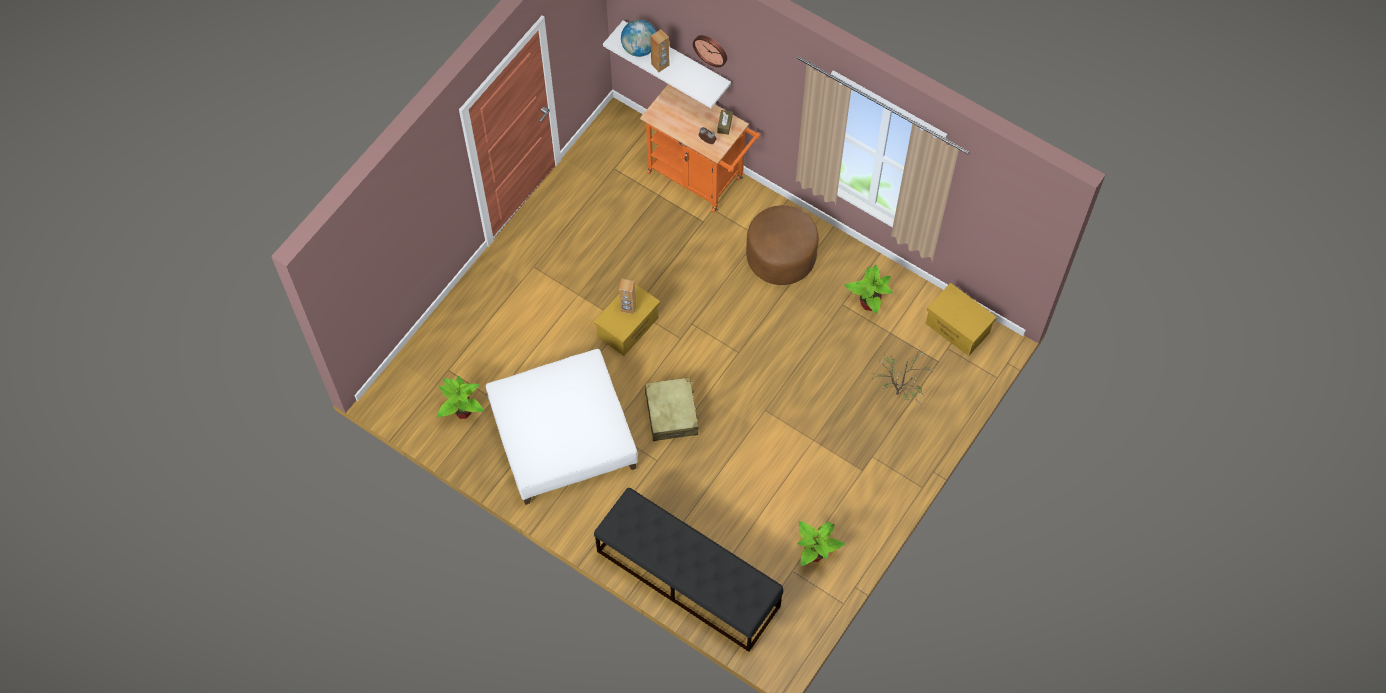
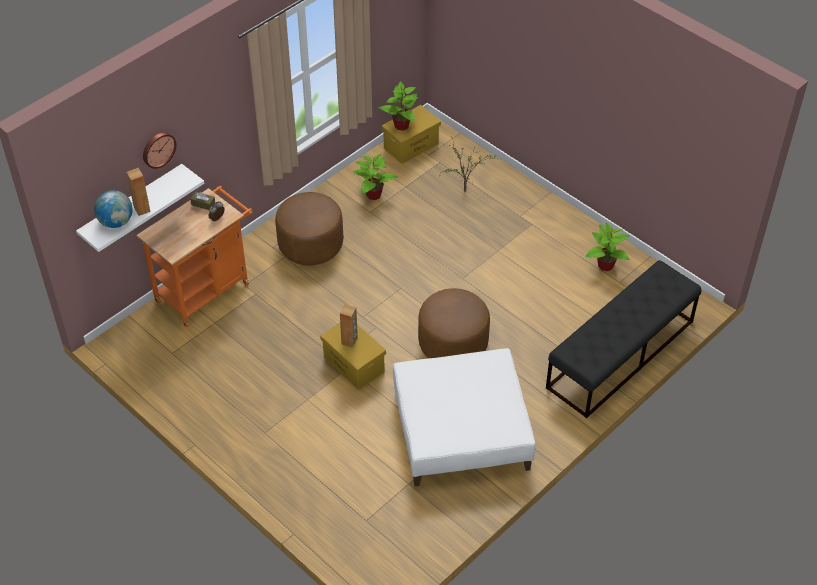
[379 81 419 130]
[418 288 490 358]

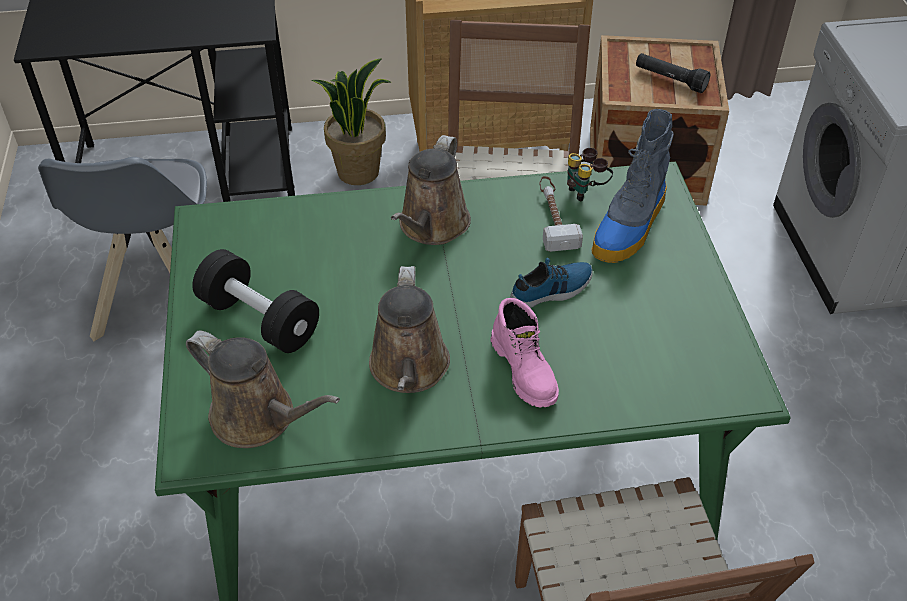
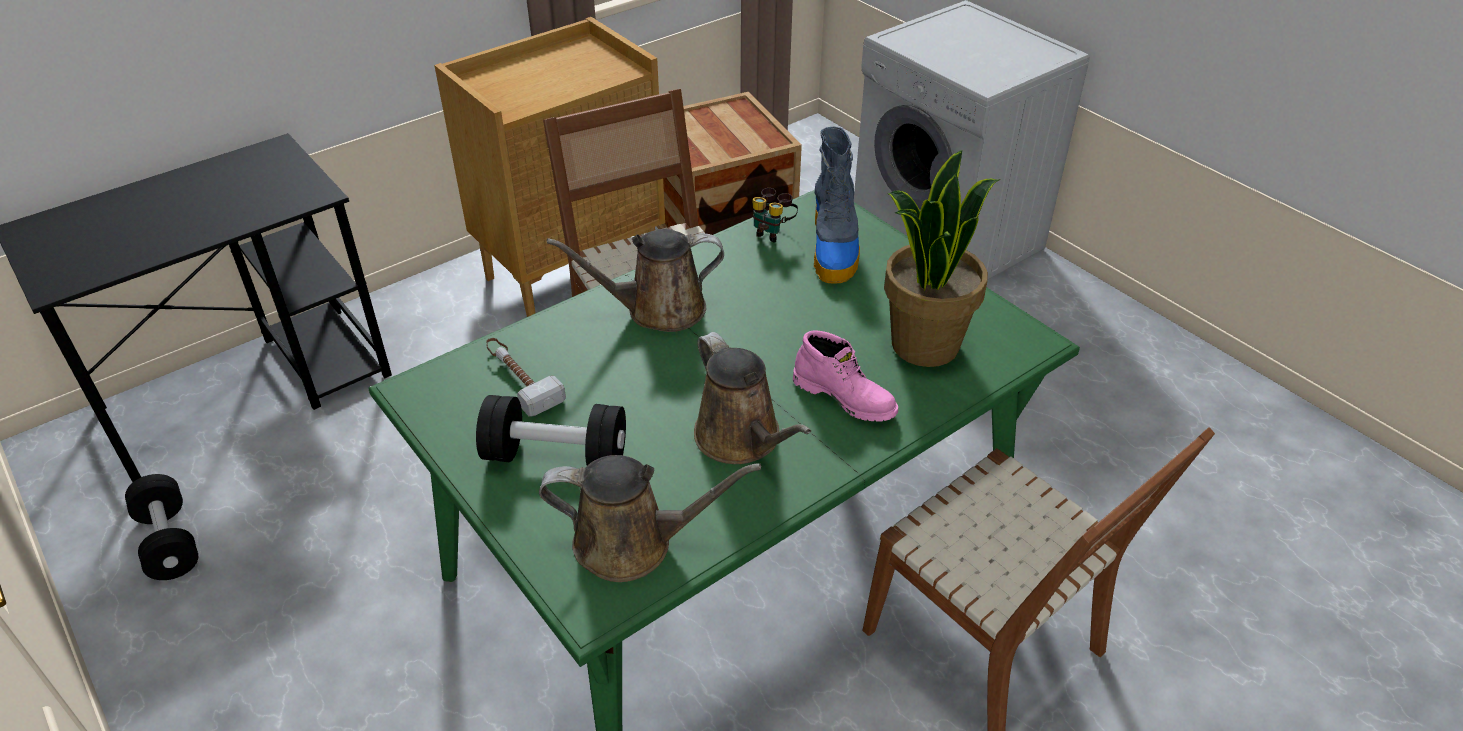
[125 474 198 580]
[487 338 566 417]
[547 229 724 332]
[884 150 1000 367]
[38 157 207 341] (first image)
[510 258 593 308] (first image)
[636 53 710 93] (first image)

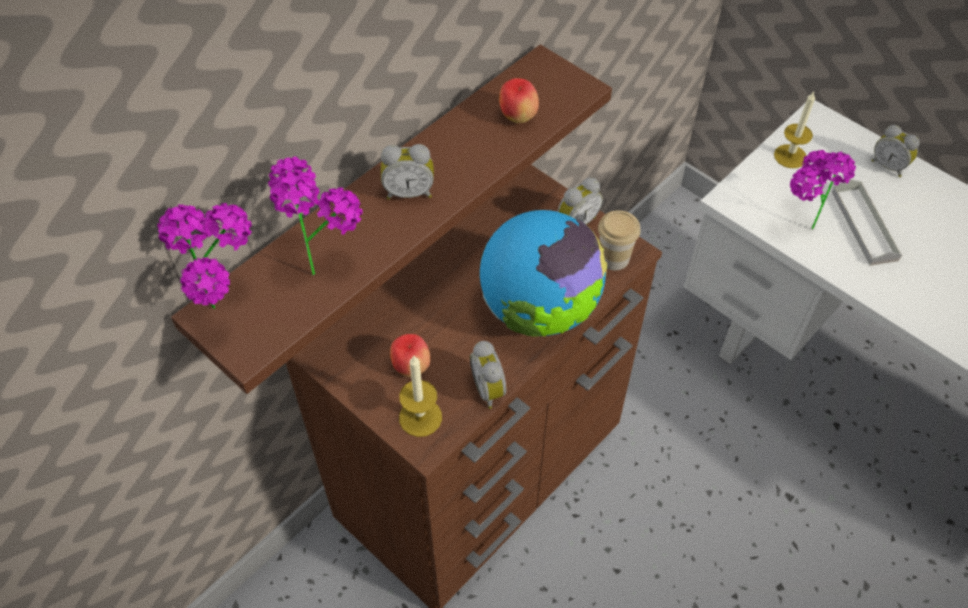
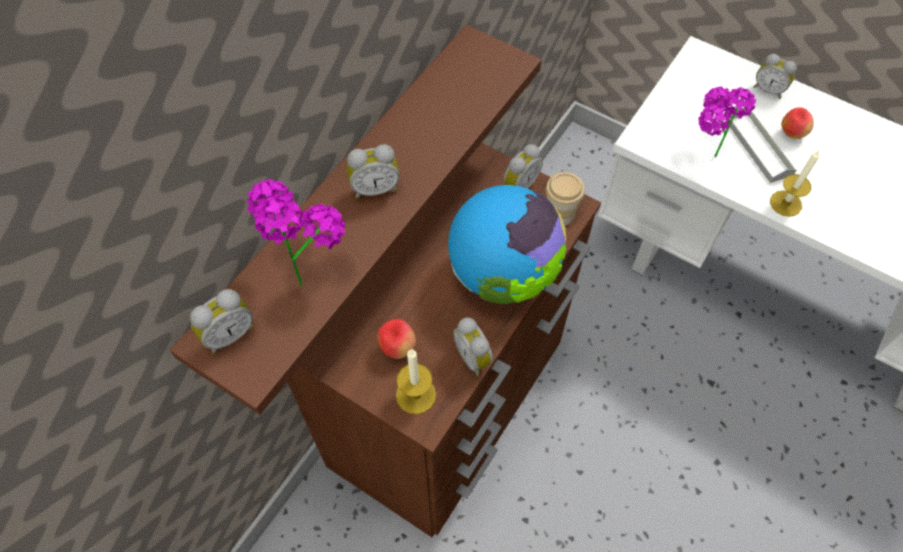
[190 289 254 354]
[770 149 820 217]
[781 107 814 139]

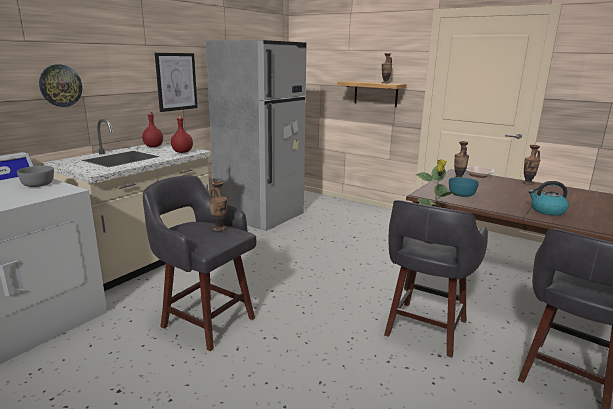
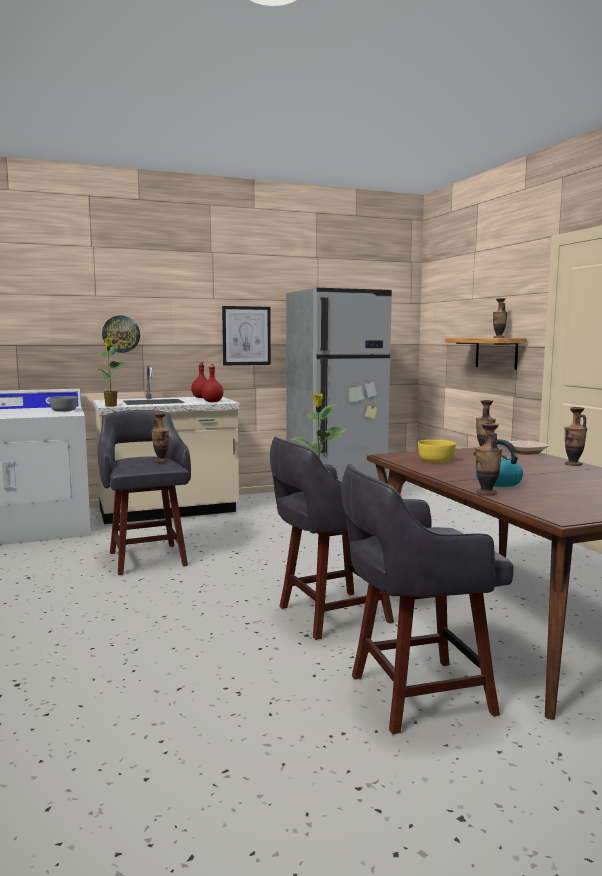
[94 338 125 407]
[418 440 456 463]
[475 423 502 496]

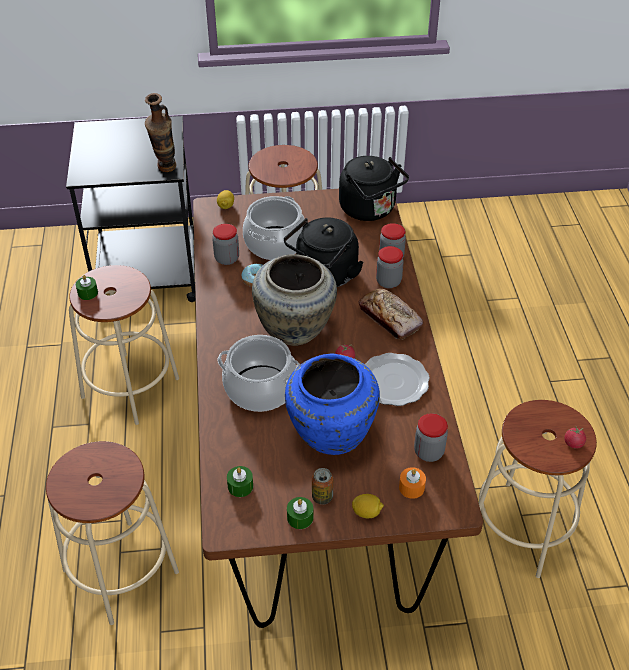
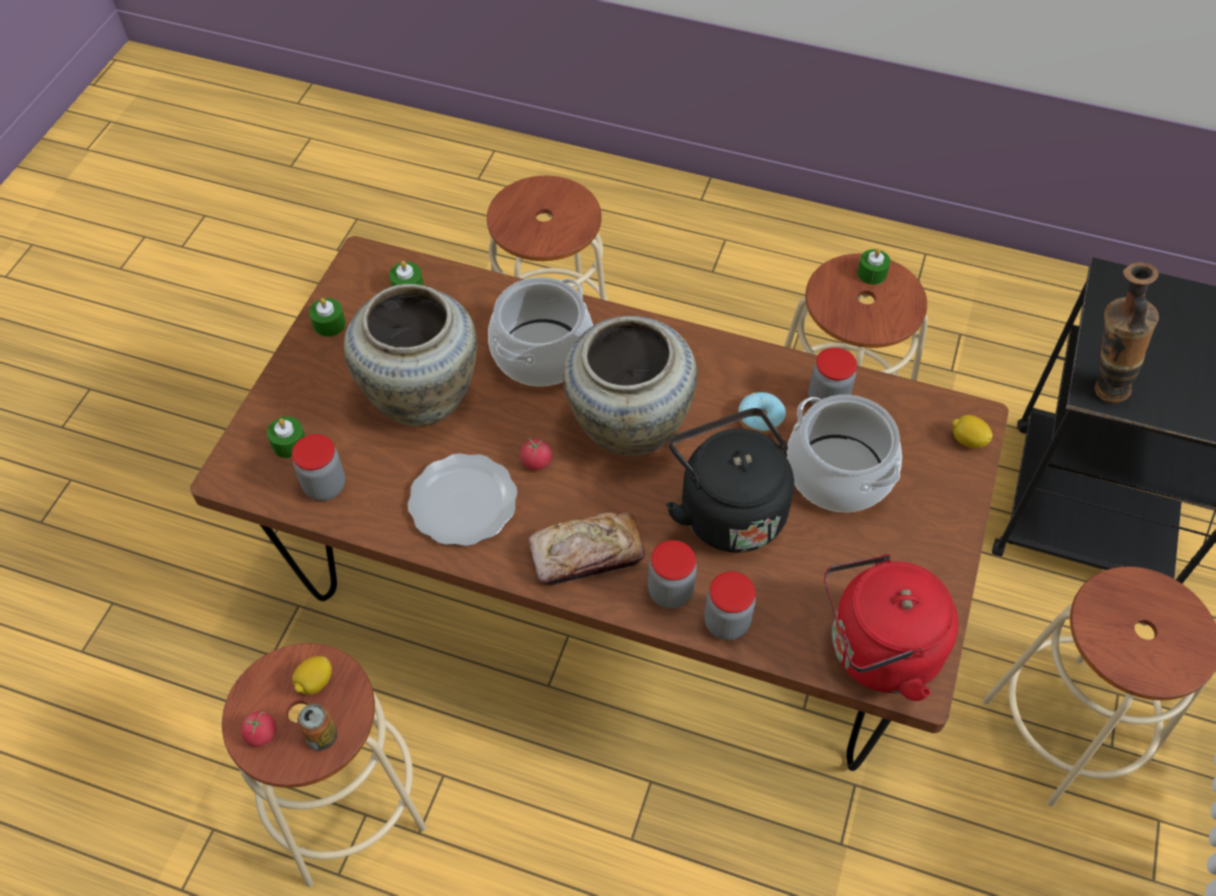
[267 416 305 458]
[292 656 332 695]
[297 704 337 751]
[344 284 477 426]
[824 554 958 701]

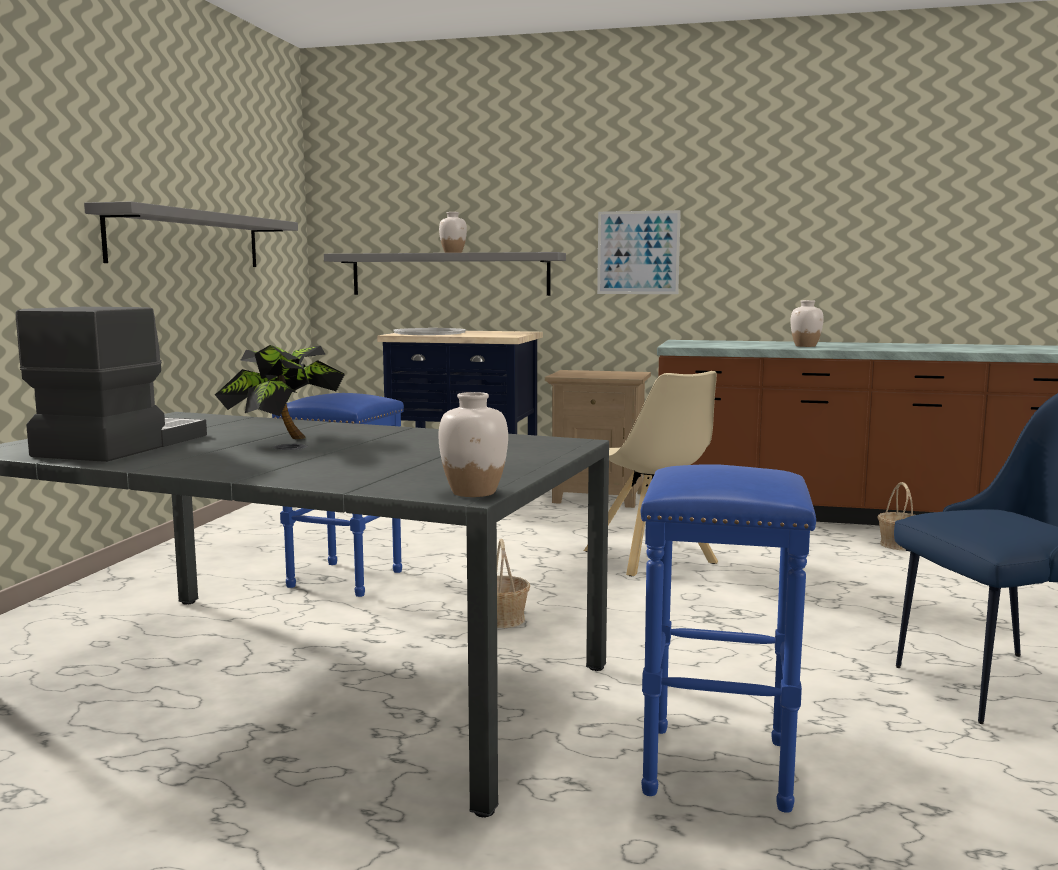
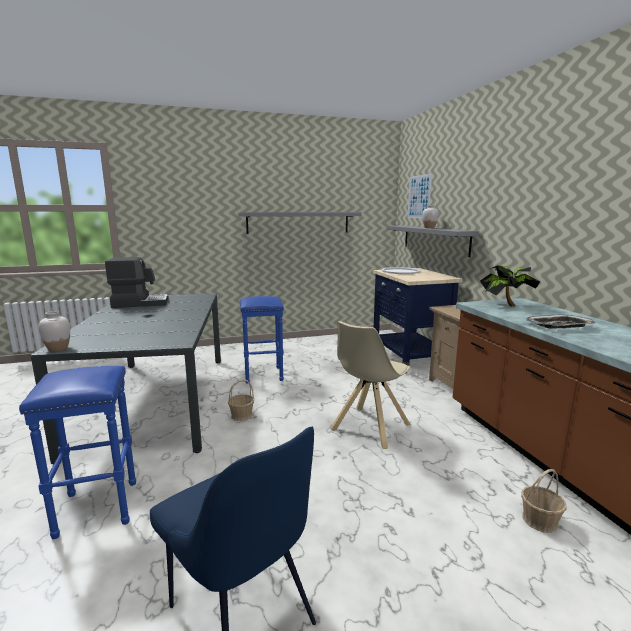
[408 174 432 218]
[480 265 540 307]
[526 315 596 329]

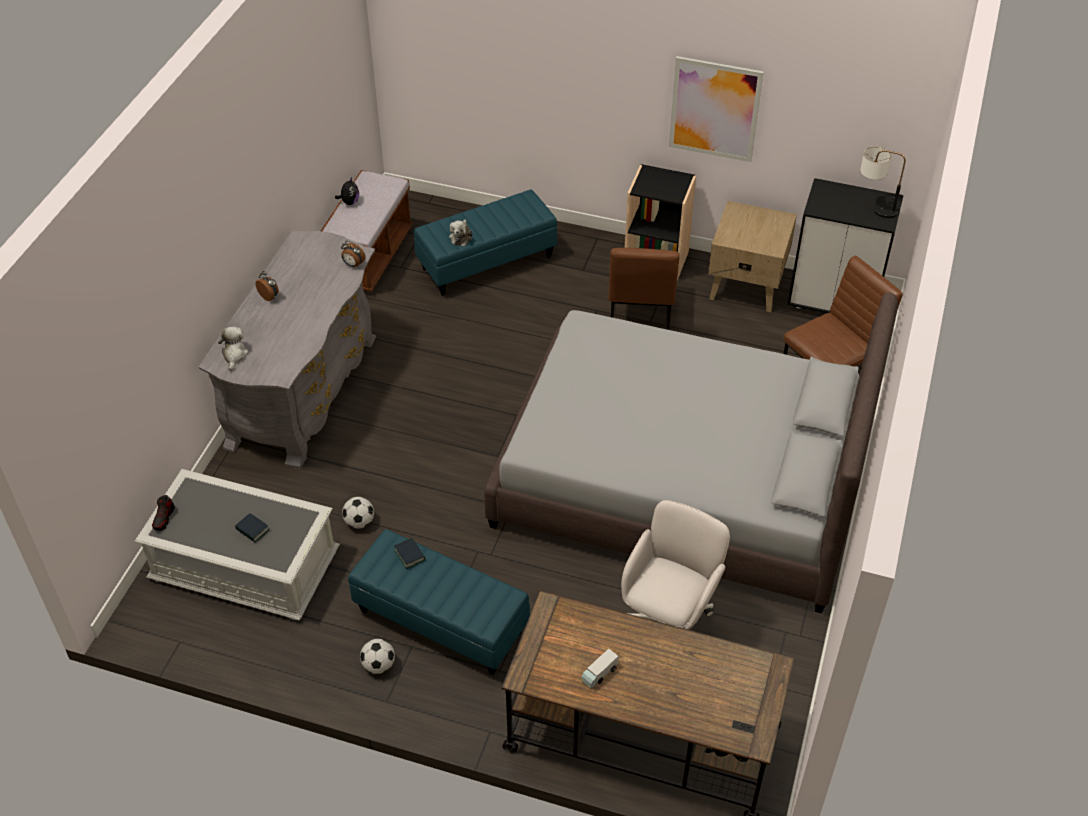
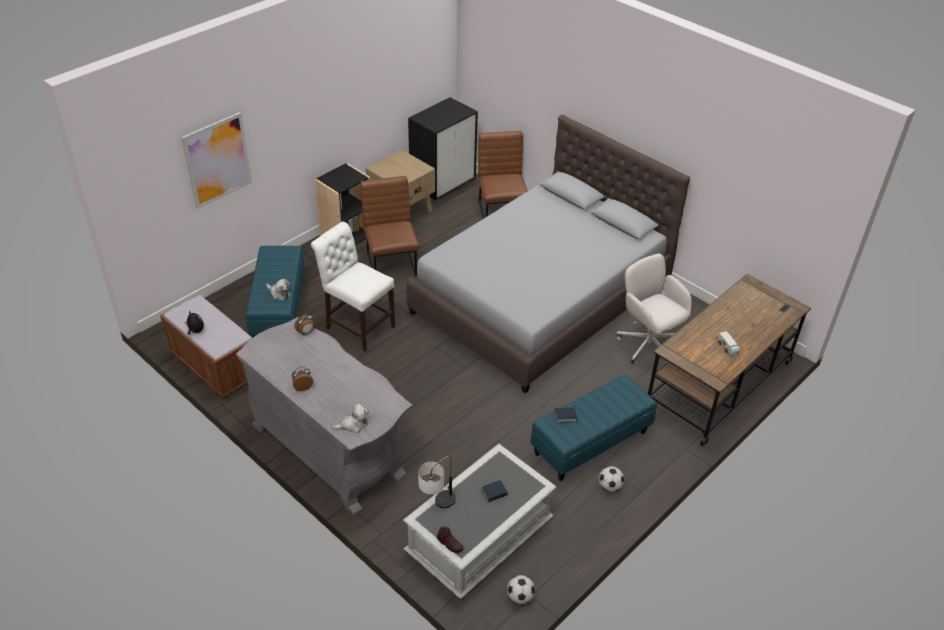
[181 112 252 209]
[311 222 395 351]
[332 403 369 433]
[360 176 419 277]
[418 456 456 508]
[507 575 535 604]

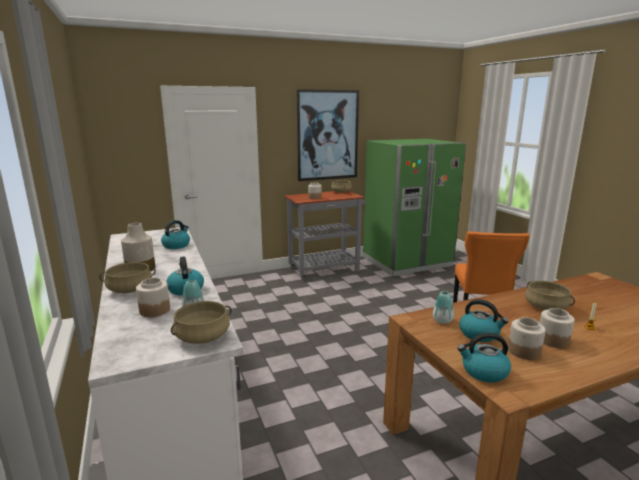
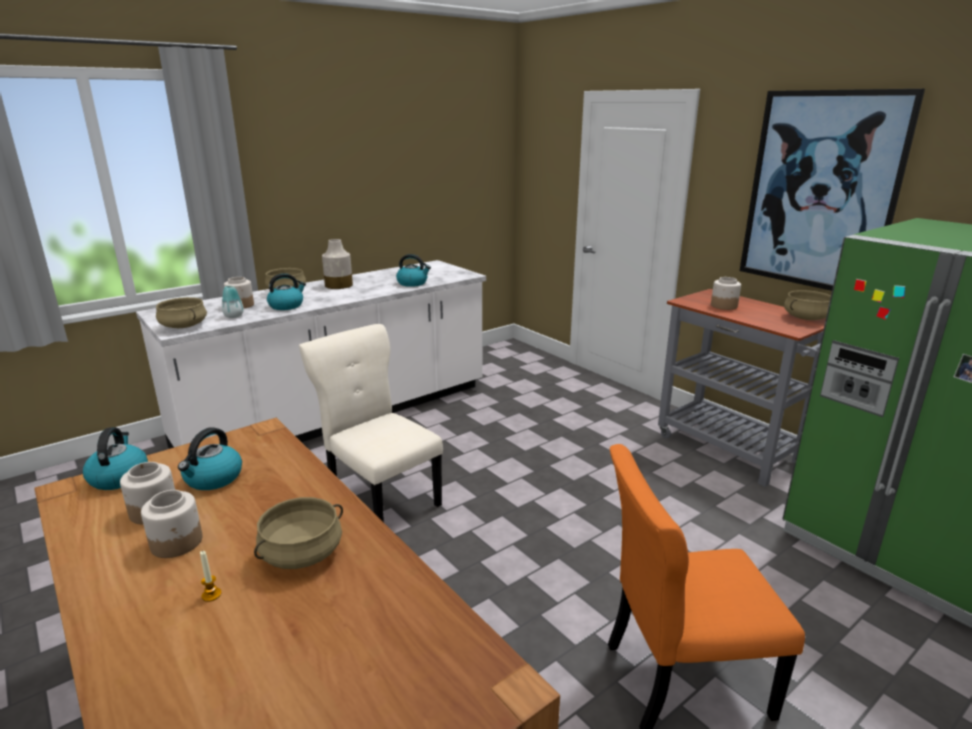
[299 324 443 522]
[433 291 454 324] (first image)

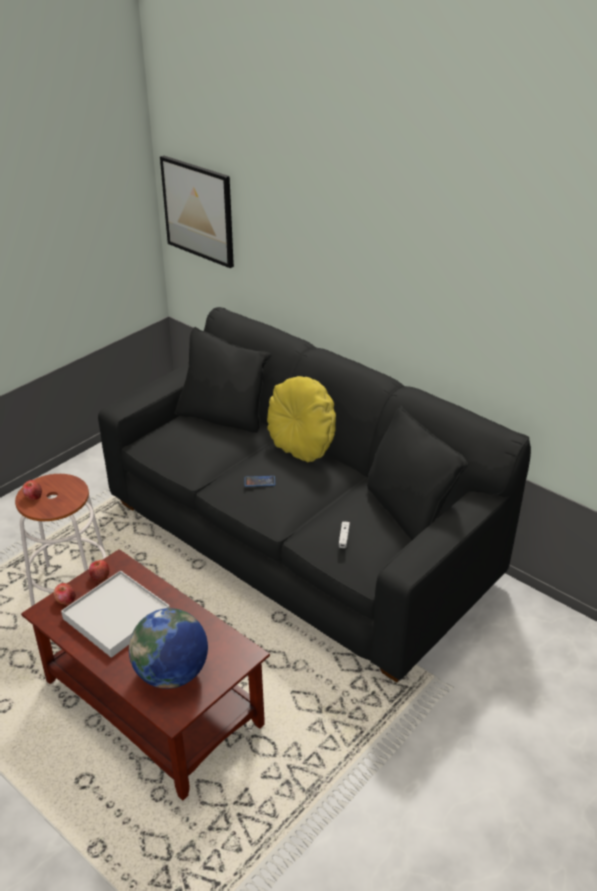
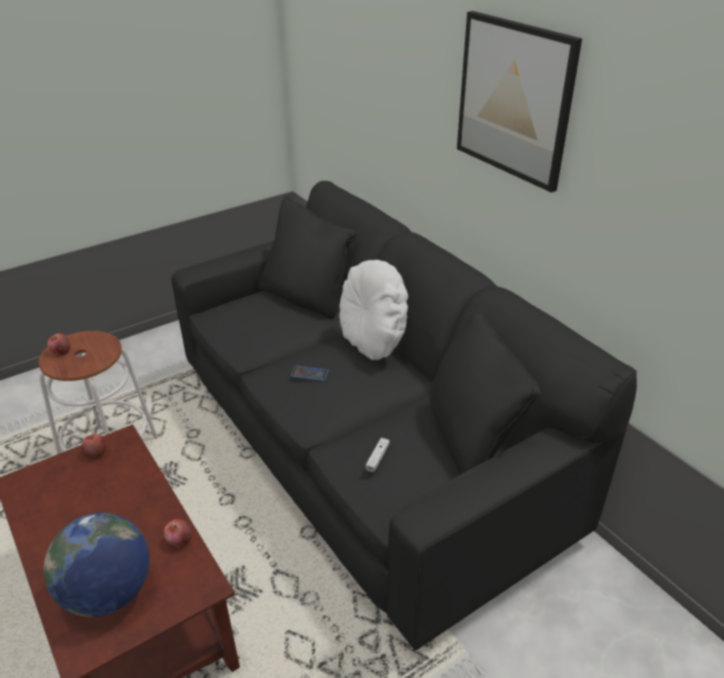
[164 519 191 548]
[339 260 408 360]
[457 11 582 193]
[61 570 170 658] (first image)

